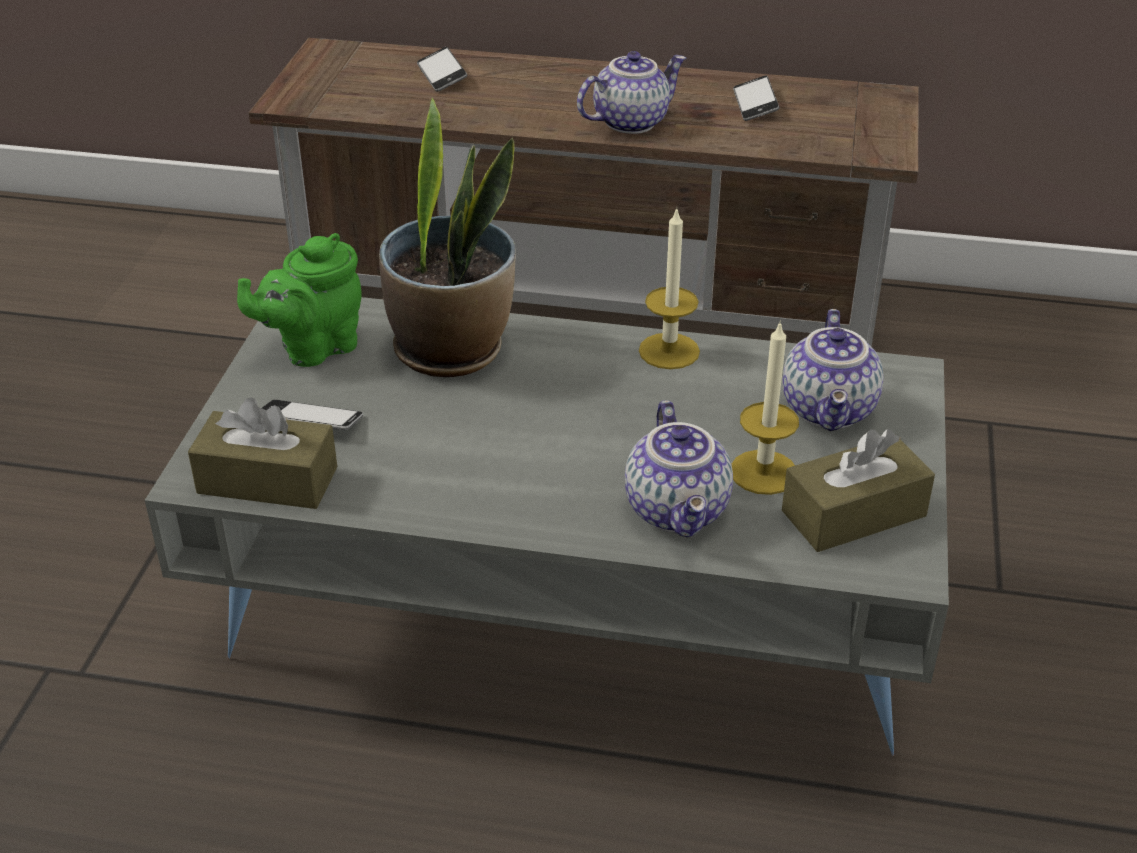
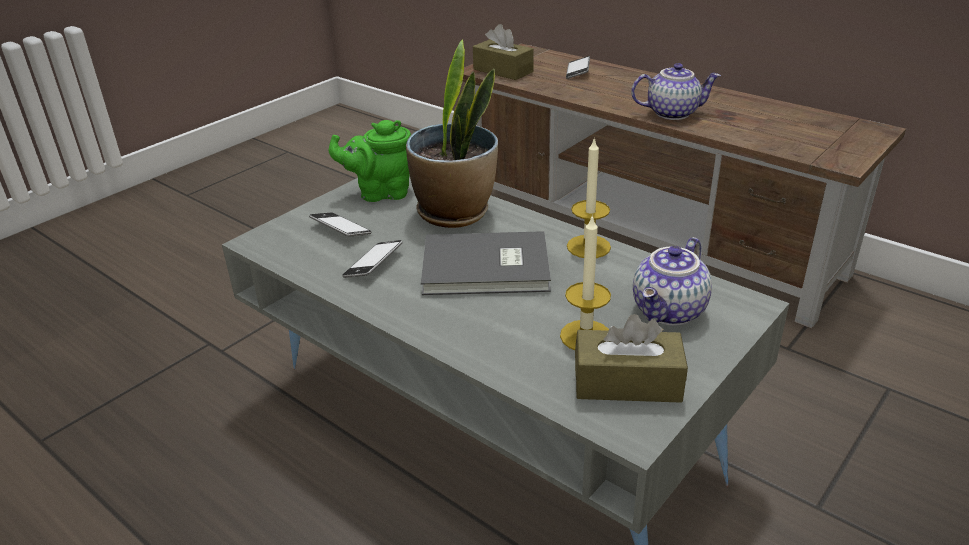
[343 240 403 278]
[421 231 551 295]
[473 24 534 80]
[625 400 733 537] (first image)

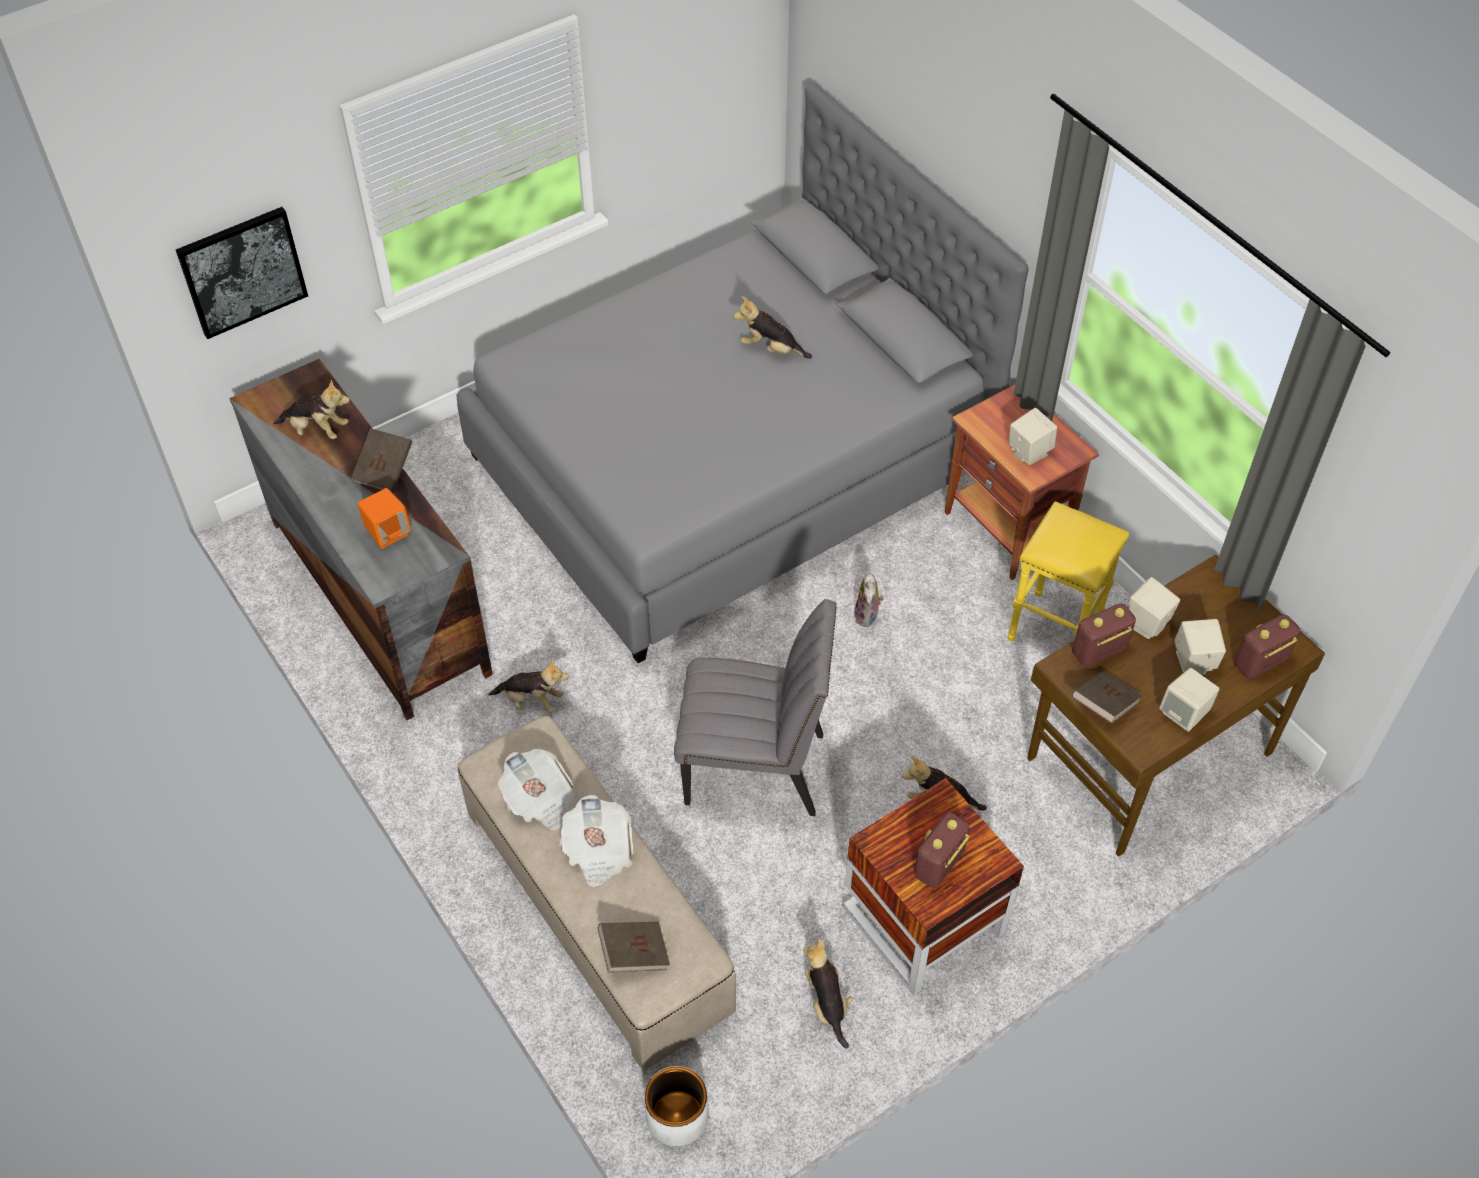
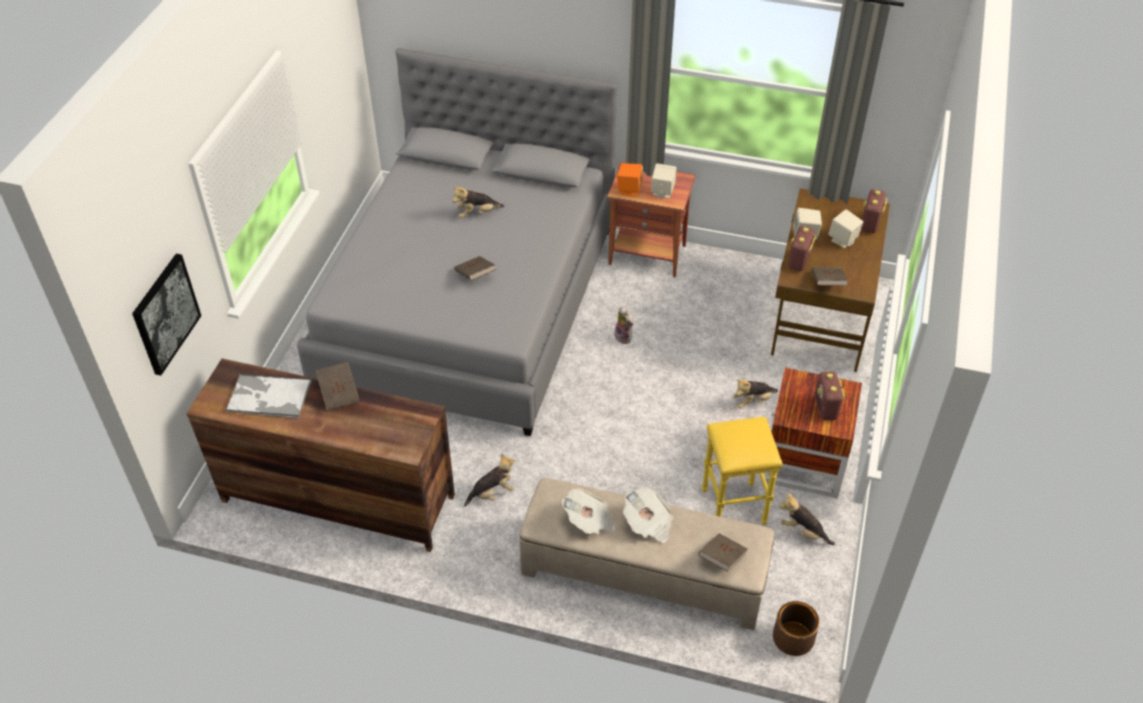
[187 358 455 552]
[225 374 312 418]
[454 256 496 281]
[617 163 644 197]
[702 417 783 525]
[773 601 819 656]
[674 599 837 816] (first image)
[1159 668 1220 732] (first image)

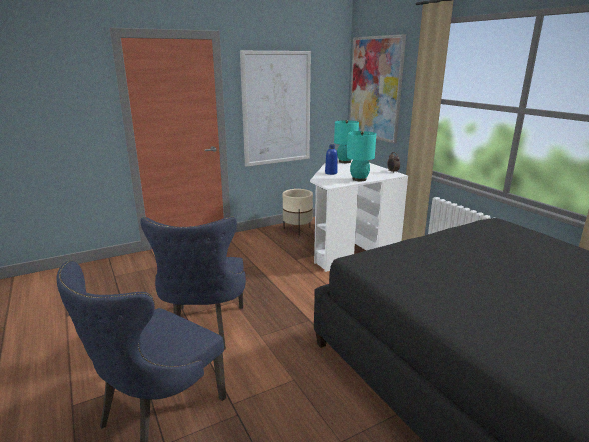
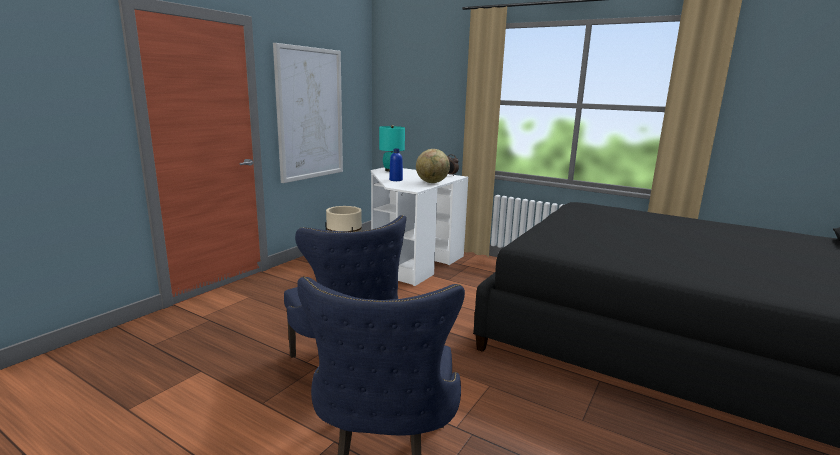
[416 149 450 183]
[349 34 406 144] (first image)

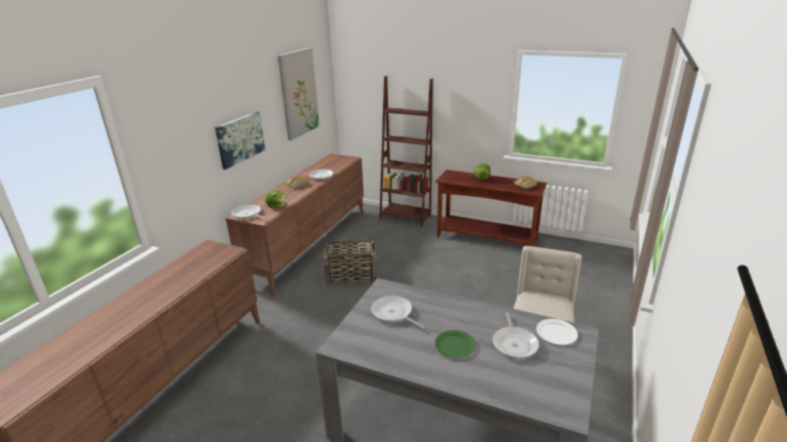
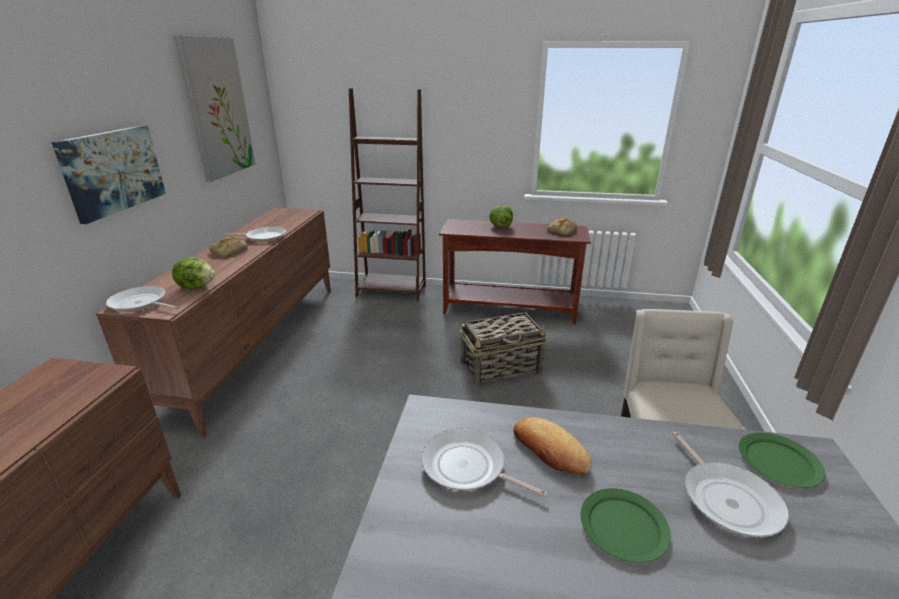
[460 312 547 386]
[513 417 592 474]
[739 432 825 488]

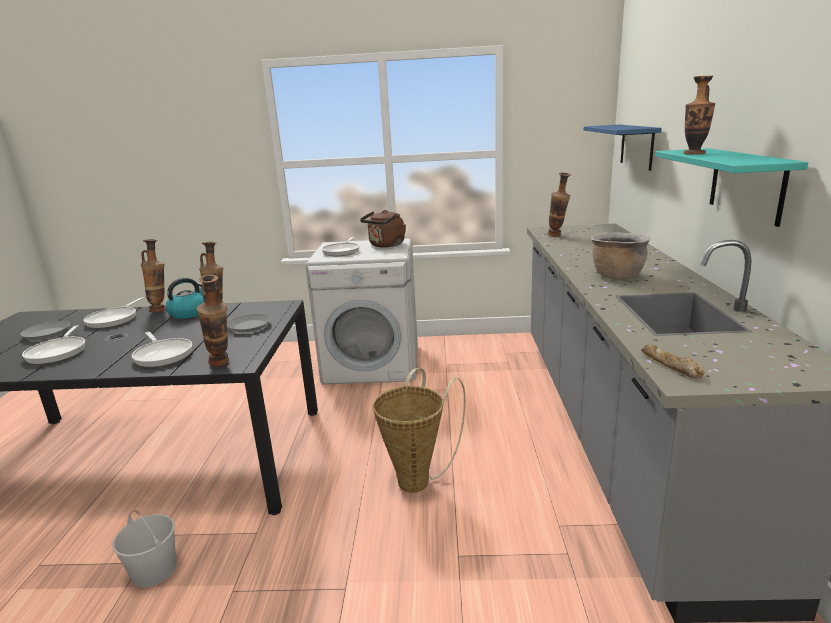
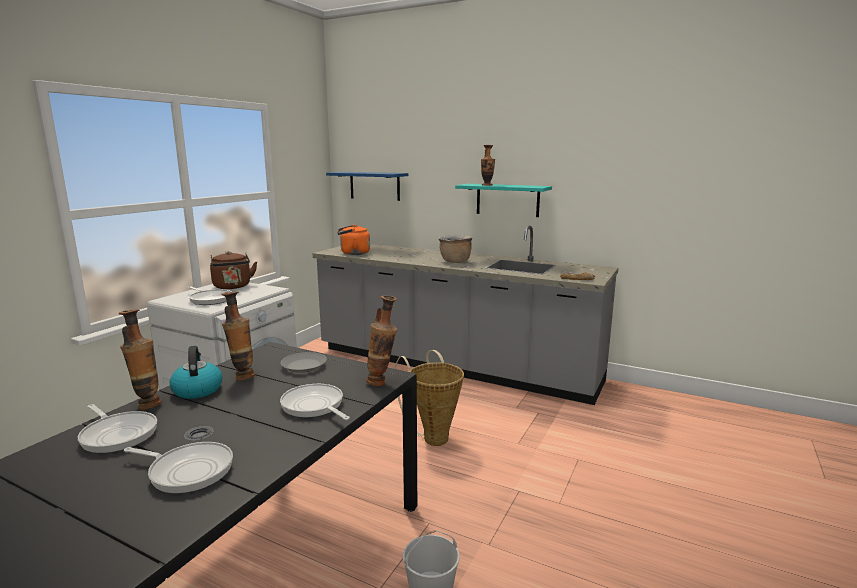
[280 384 350 420]
[337 225 370 255]
[21 321 70 340] (first image)

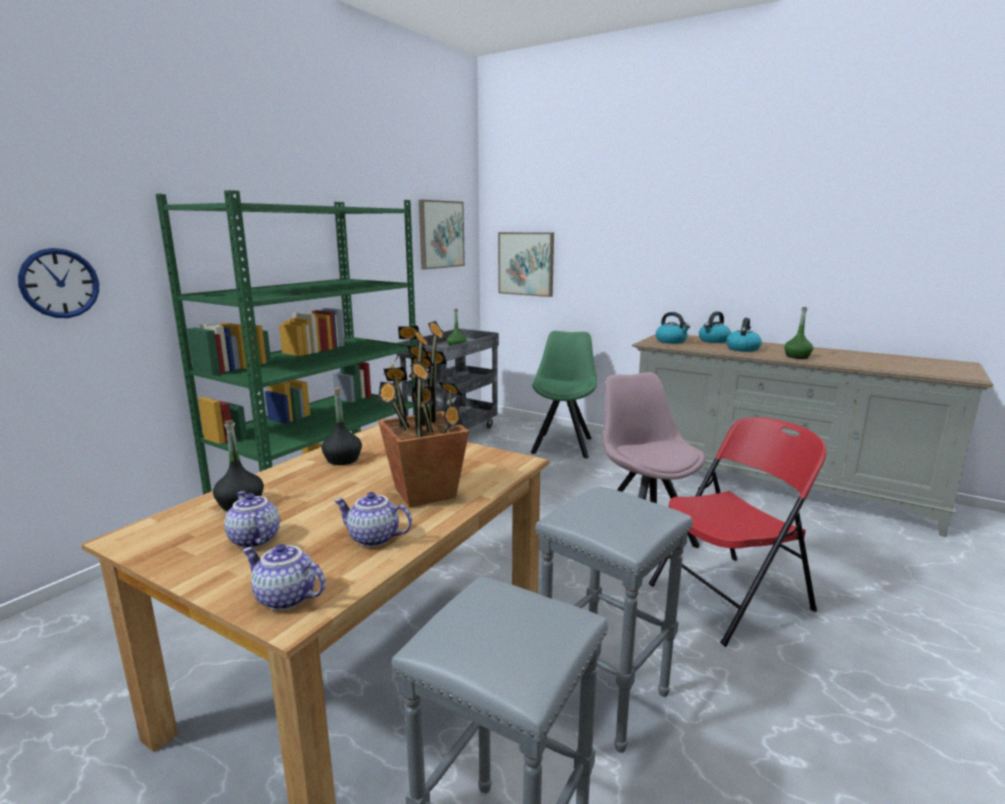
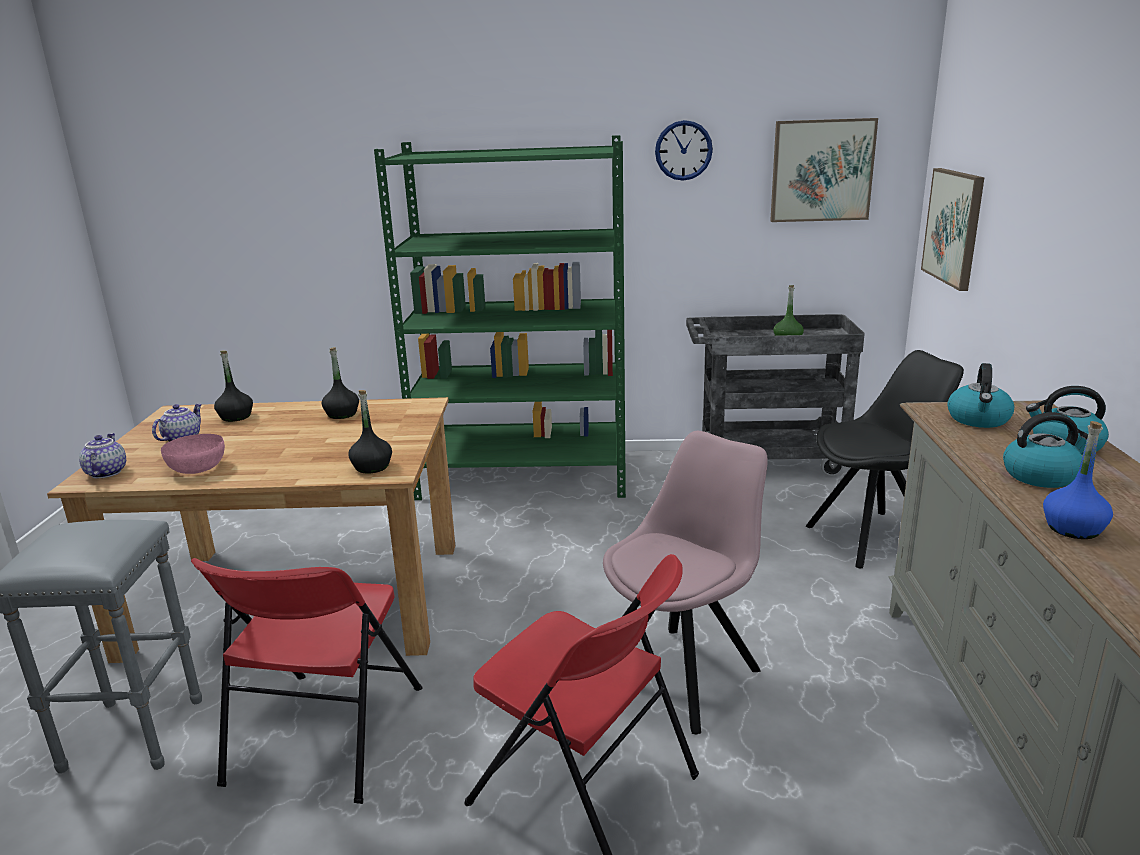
[161 434 225 474]
[191 558 422 804]
[348 390 392 474]
[655 120 713 181]
[806 350 964 568]
[1043 421 1113 539]
[377 321 469 507] (first image)

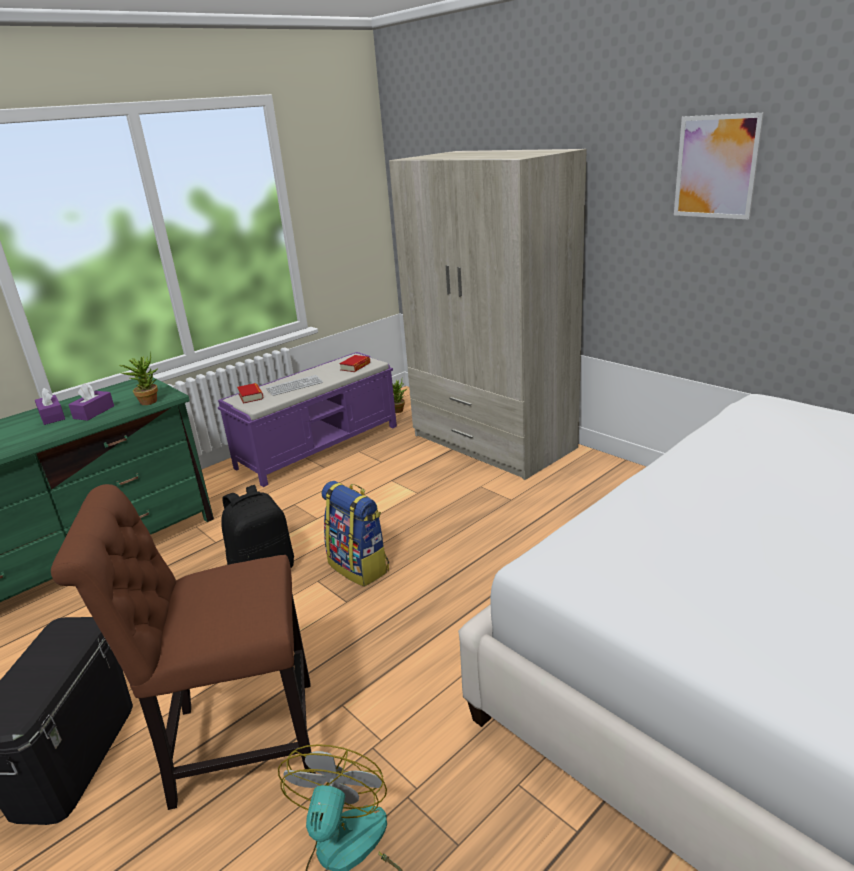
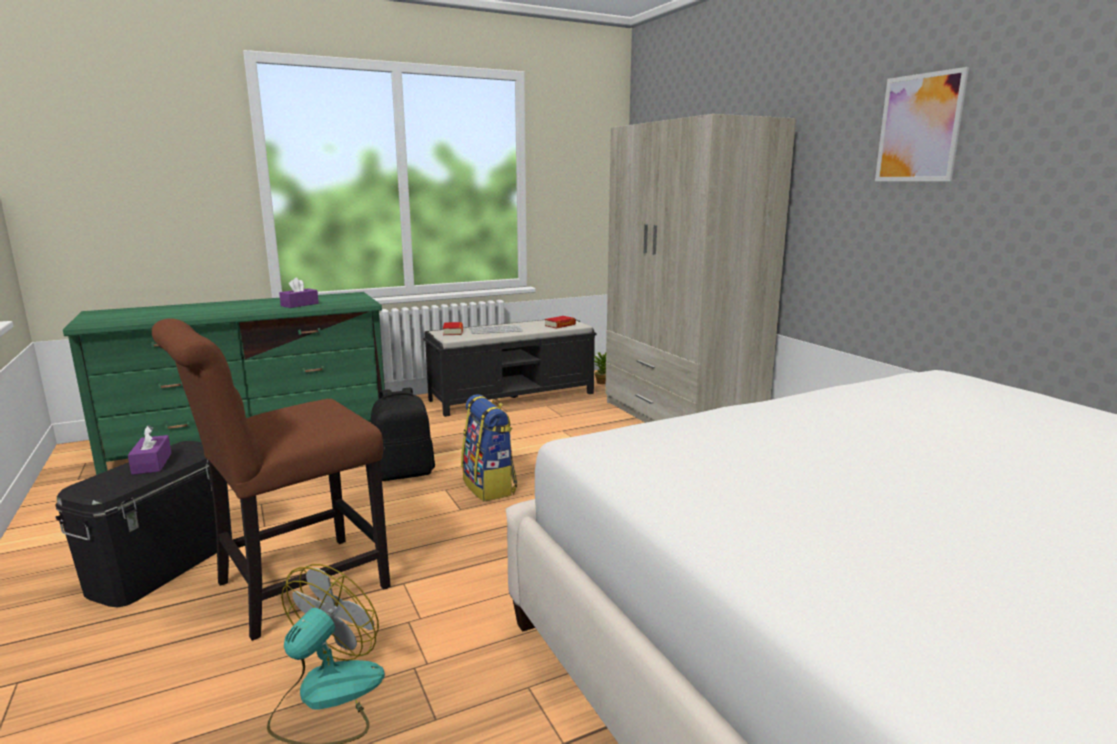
[128 425 171 475]
[152 318 391 641]
[423 320 597 417]
[119 352 158 405] (first image)

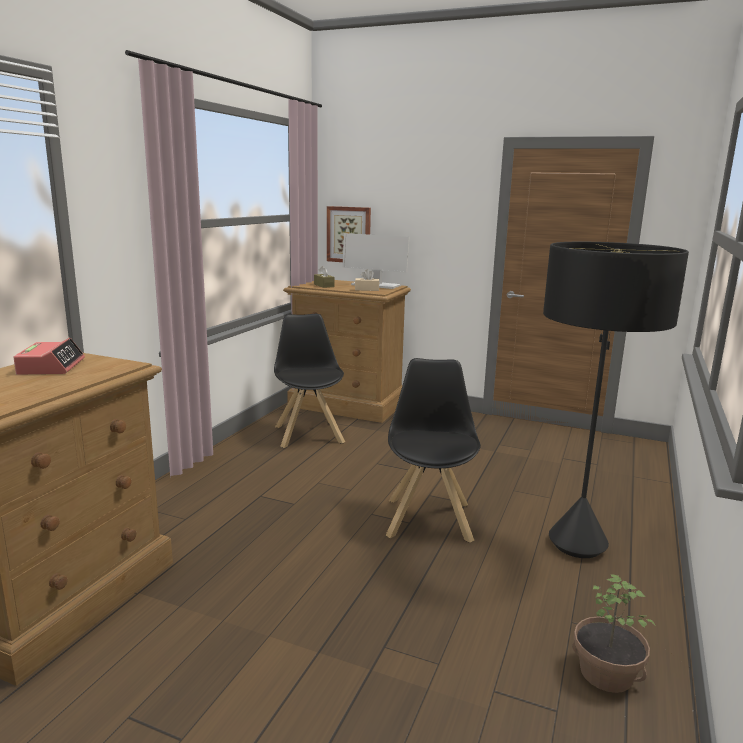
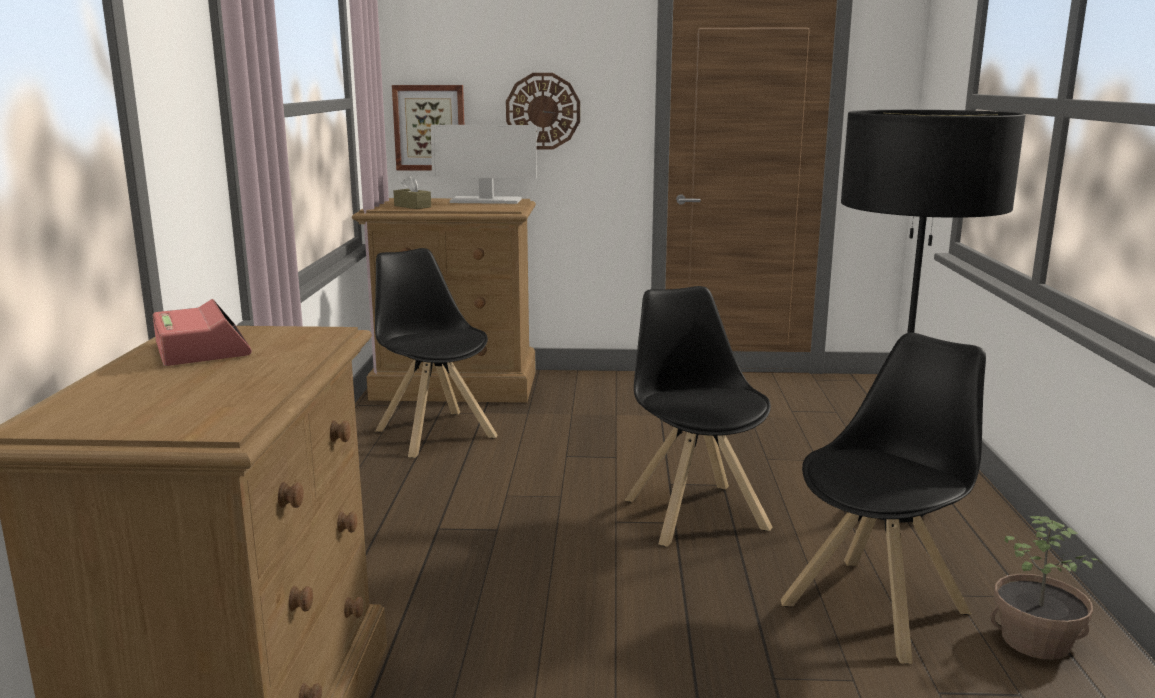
[506 73 580 150]
[781 333 986 664]
[355 269 379 291] (first image)

